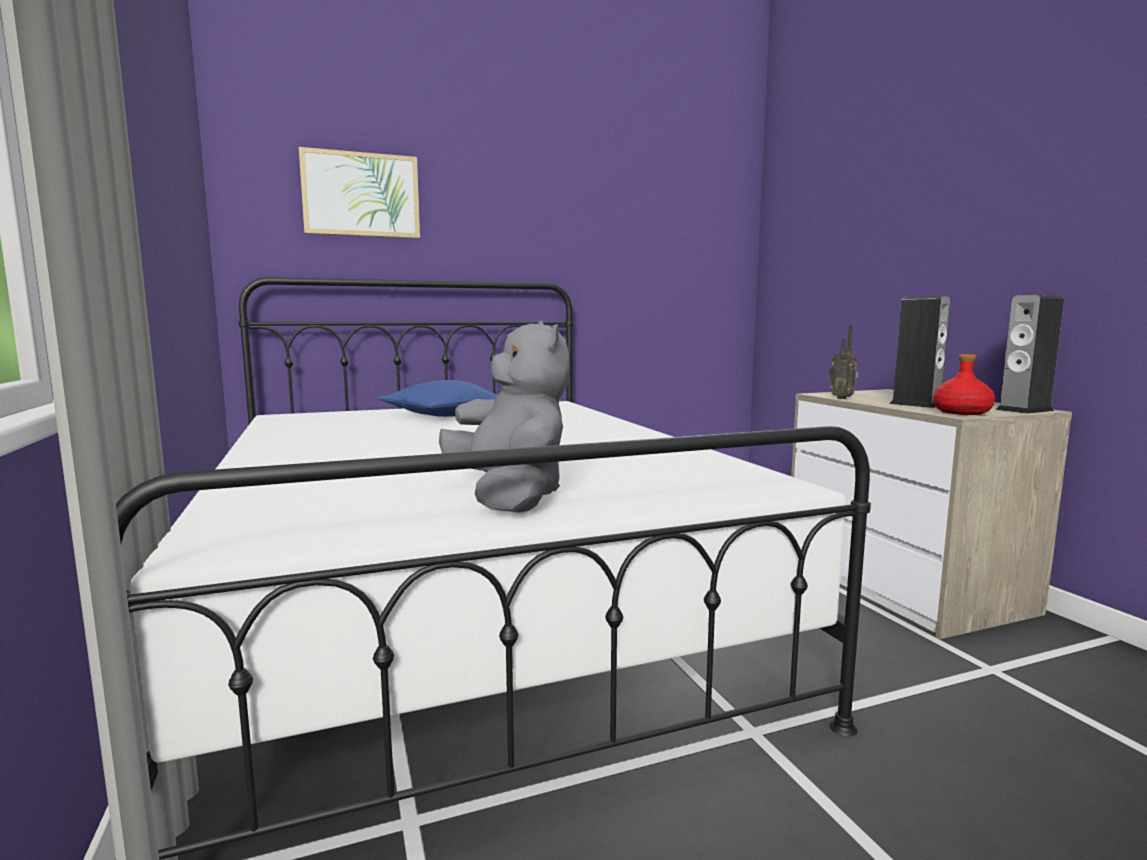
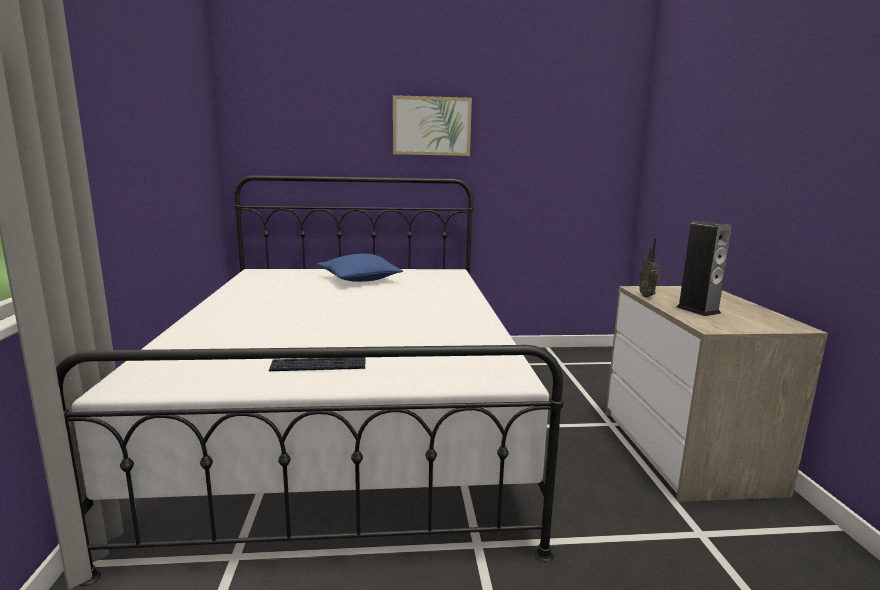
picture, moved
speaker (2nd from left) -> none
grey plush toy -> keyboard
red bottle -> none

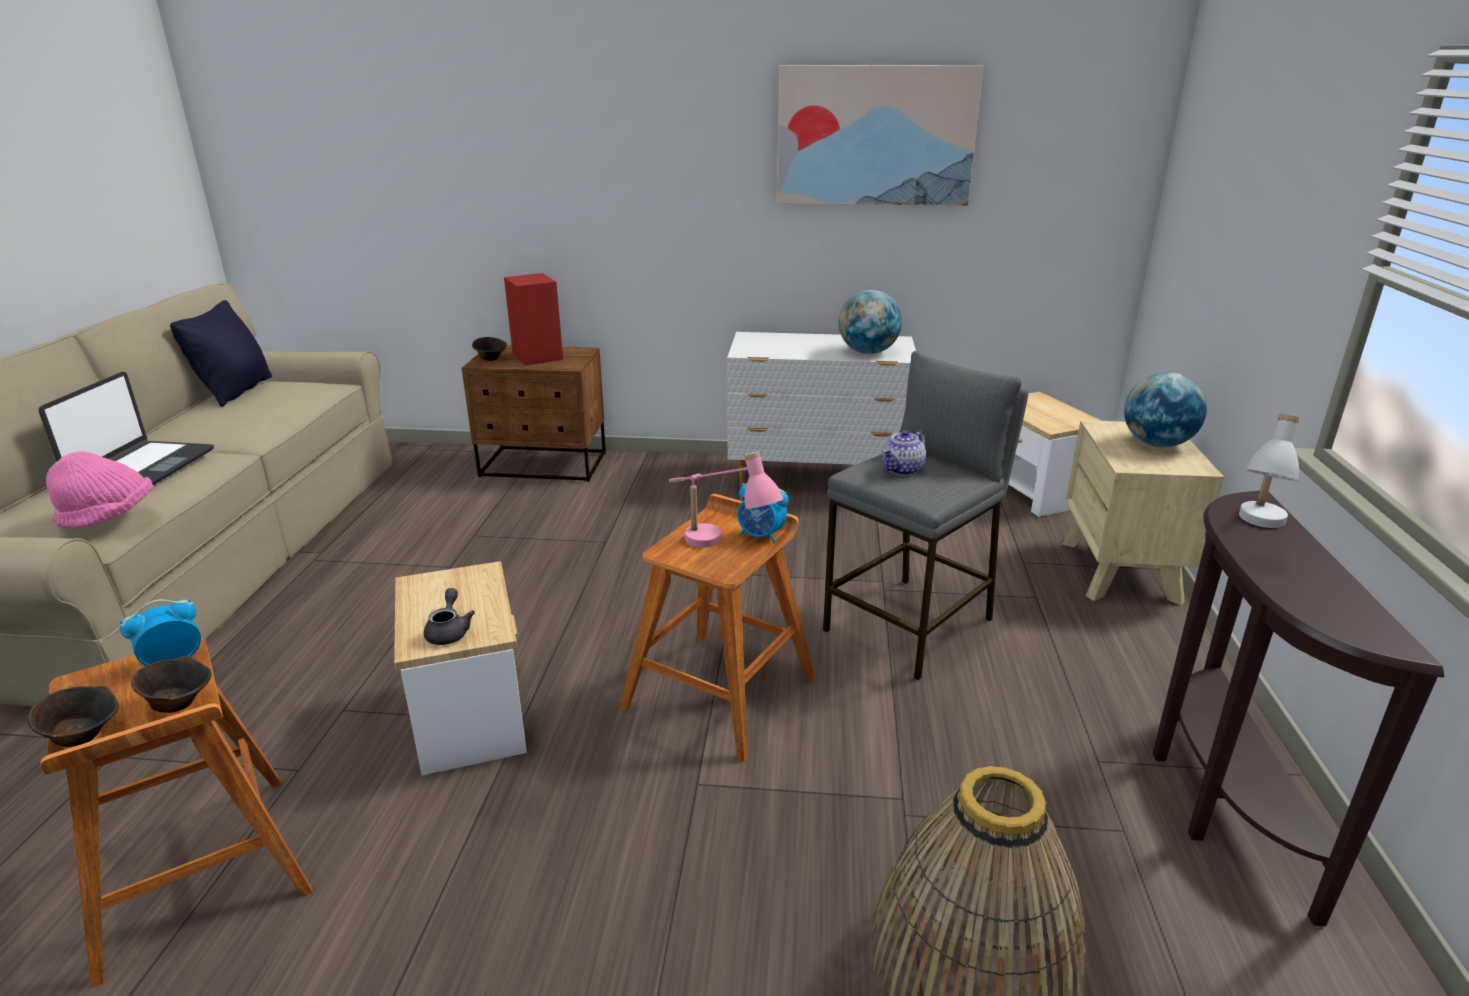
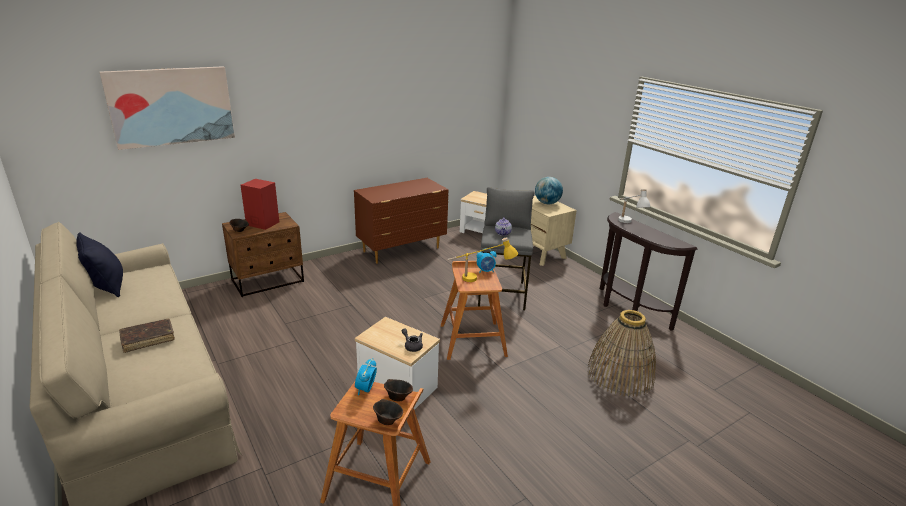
picture, moved
globe (1st from left) -> none
white dresser -> brown dresser
laptop -> brown book
pink hat -> none
pink table lamp -> yellow table lamp

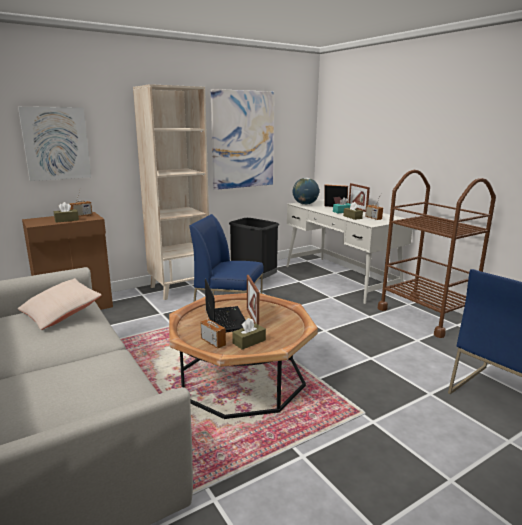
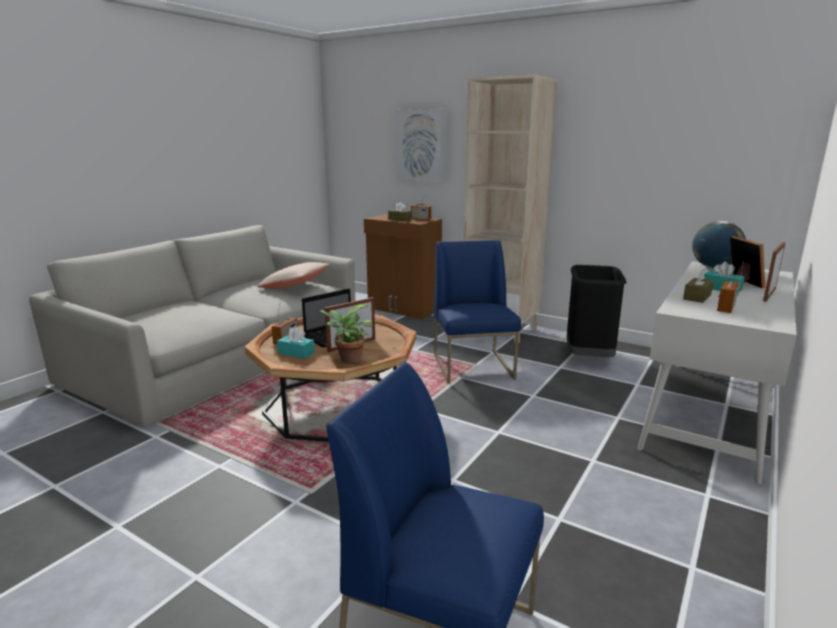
picture (2nd from left) -> none
brown cart -> none
brown tissue box (2nd from left) -> turquoise tissue box (1st from left)
none -> potted plant

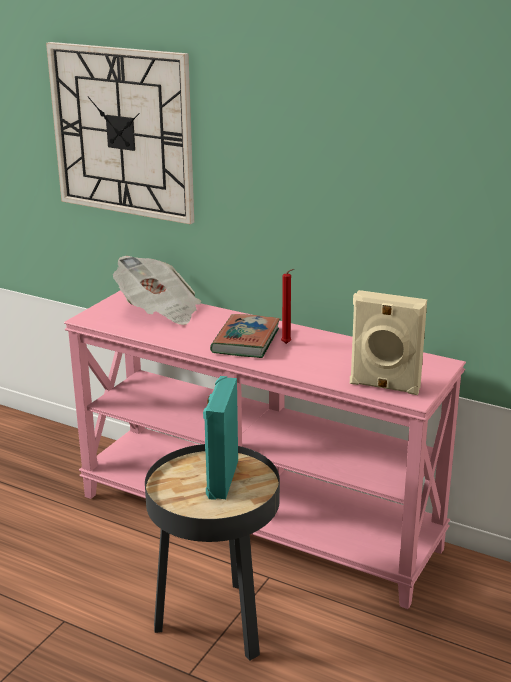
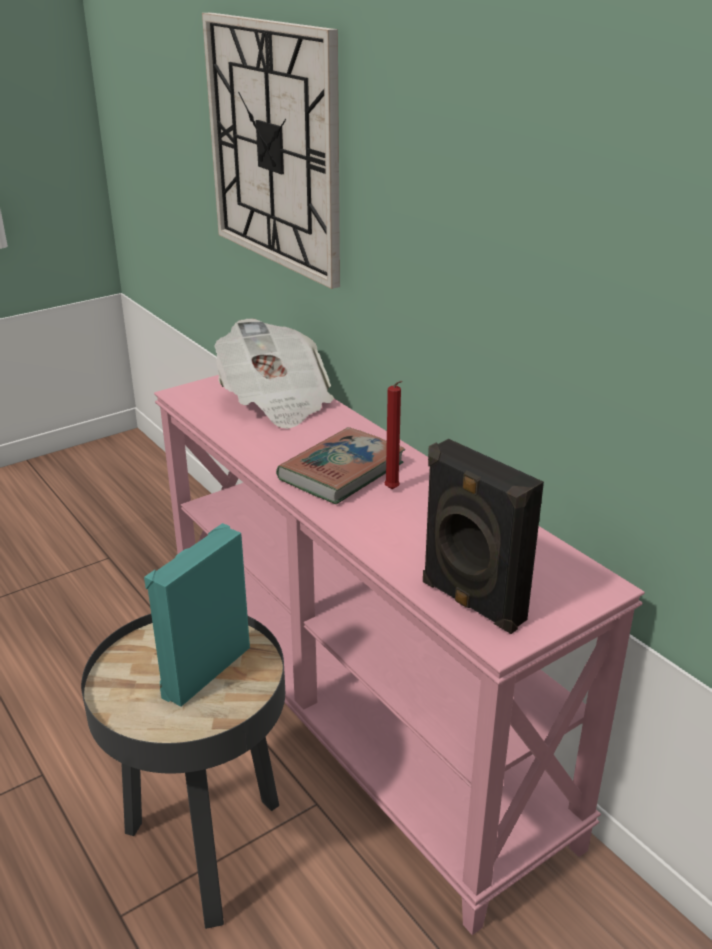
beige speaker -> black speaker

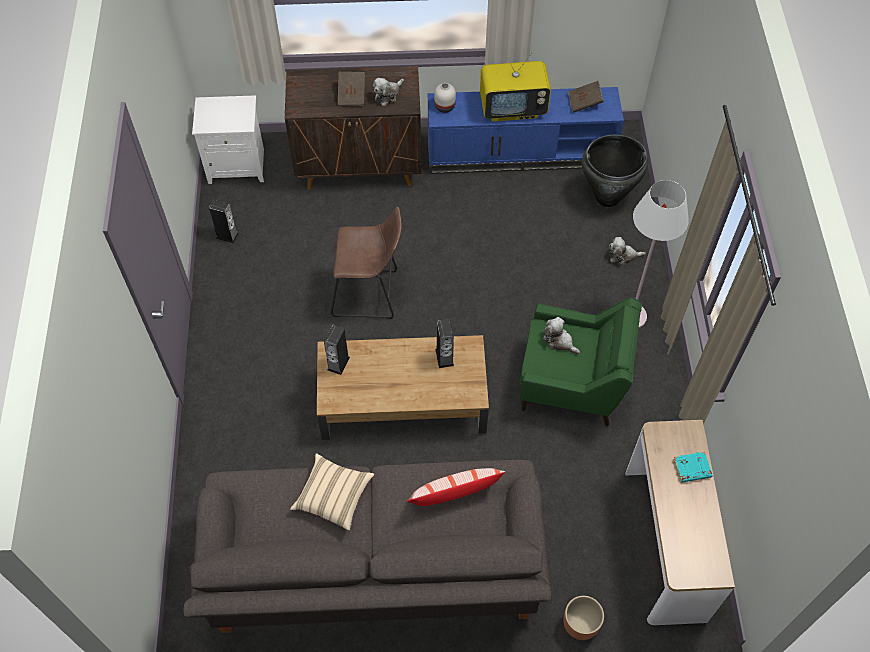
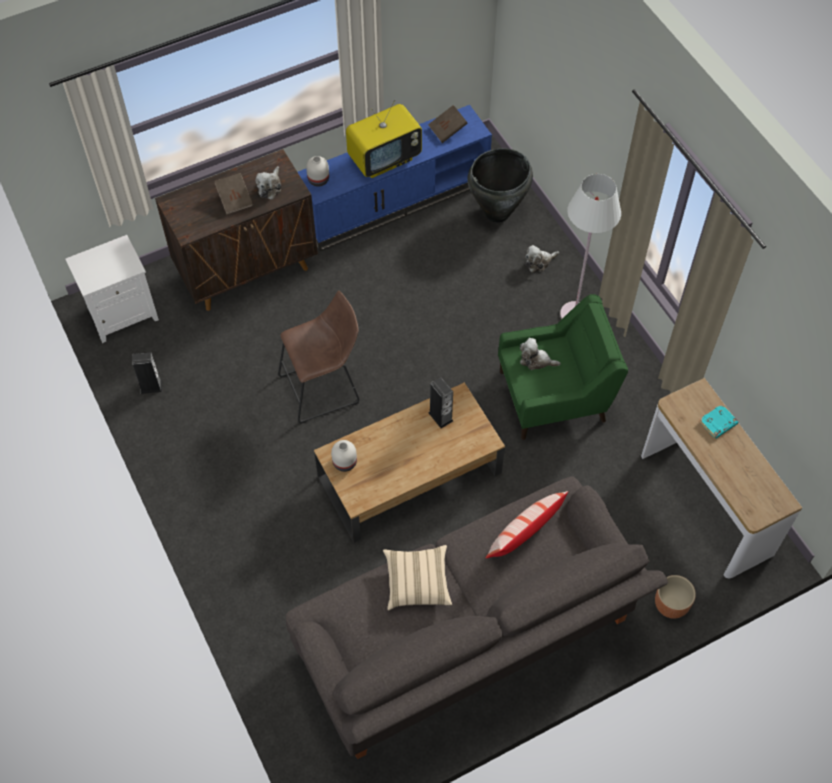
speaker (2nd from left) -> white vase (2nd from left)

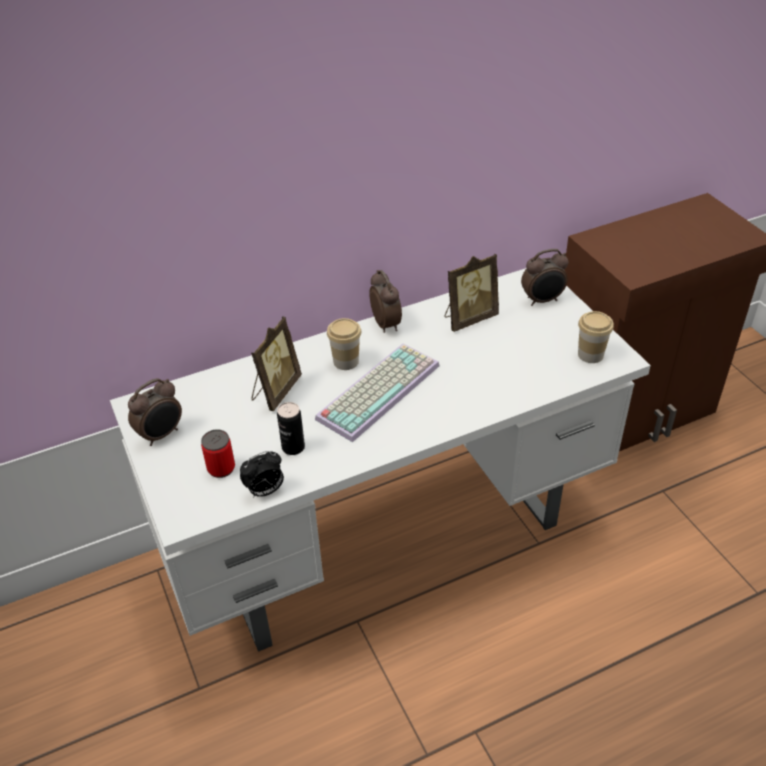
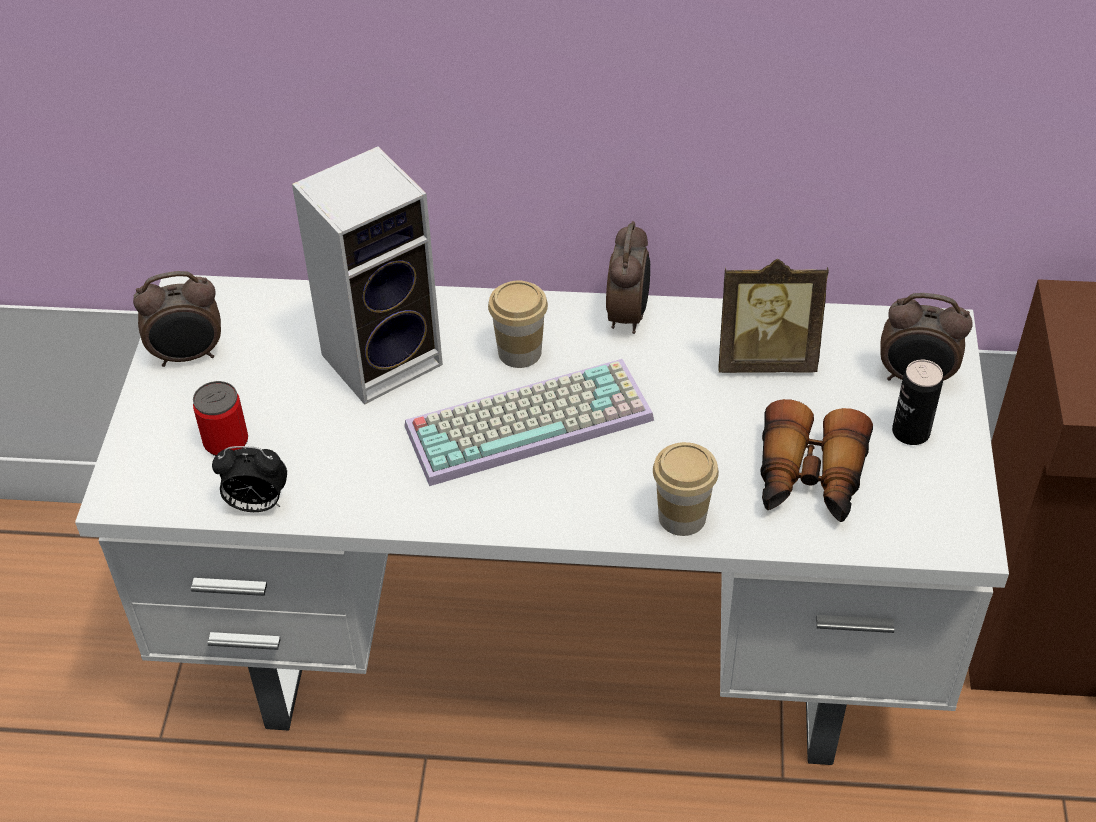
cup (2nd from left), moved
picture frame (1st from left) -> speaker
can (2nd from left), moved
none -> binoculars

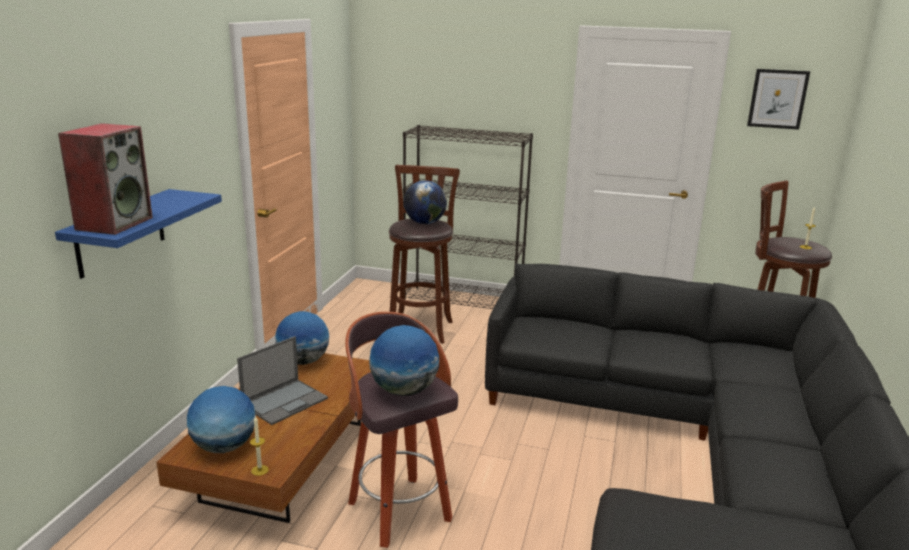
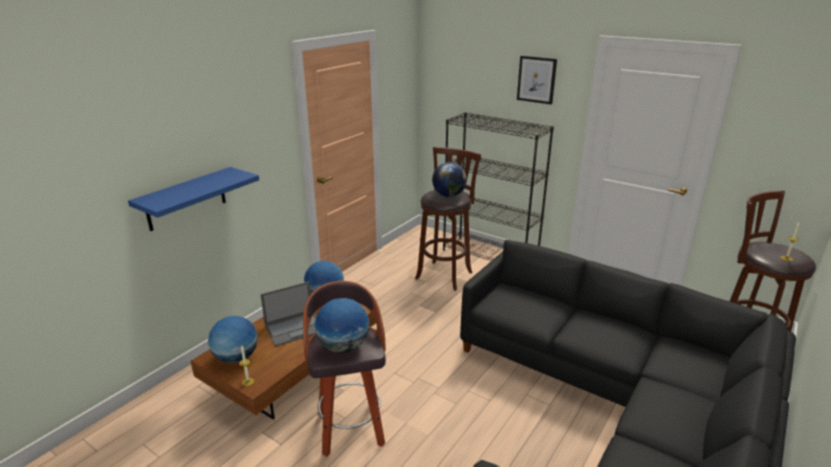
picture, moved
speaker -> none

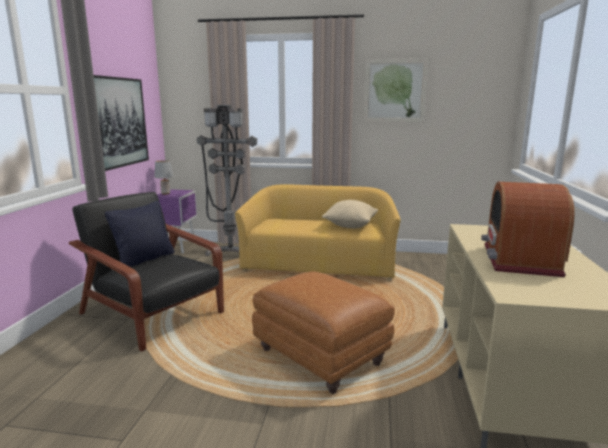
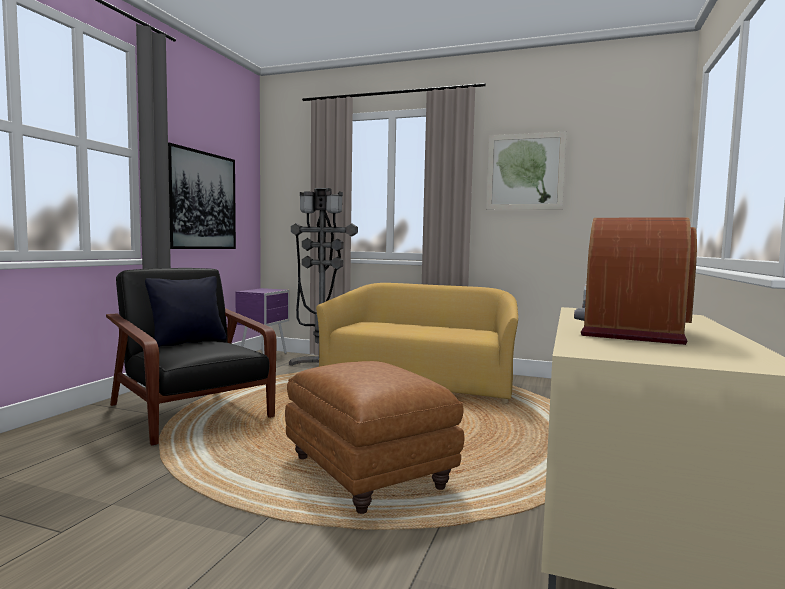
grey table lamp -> none
beige pillow -> none

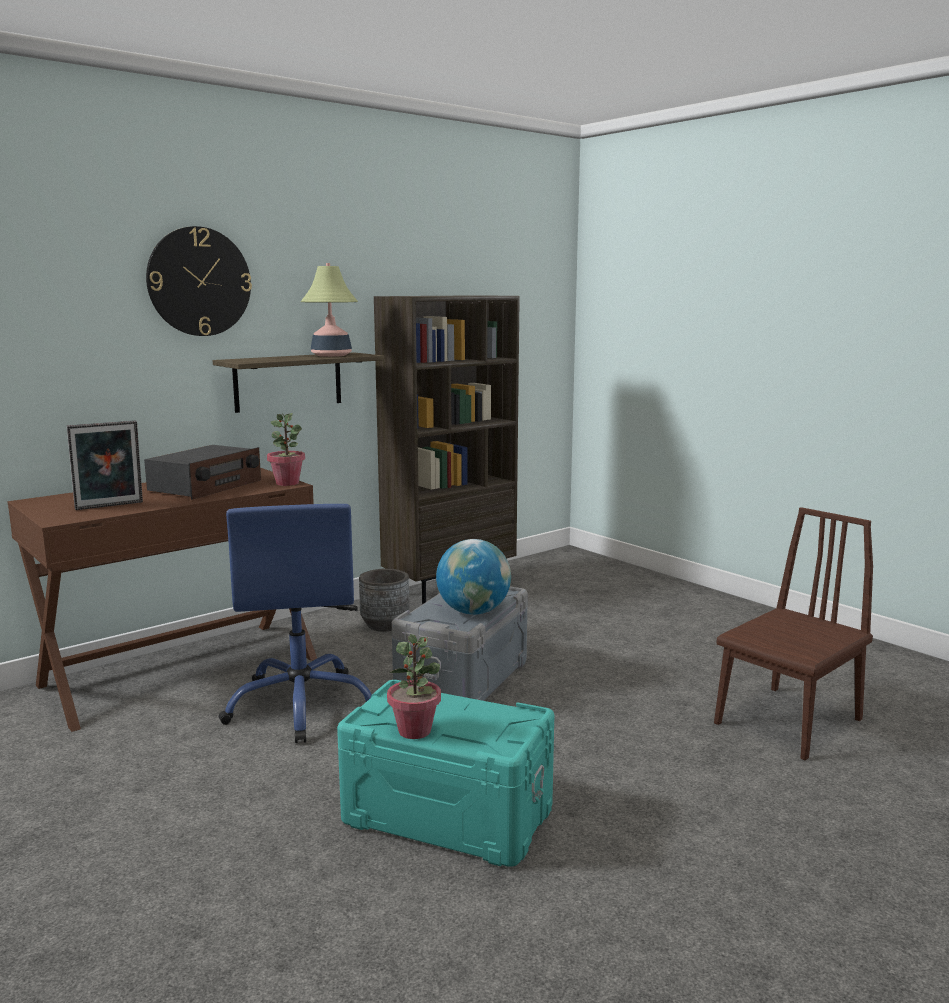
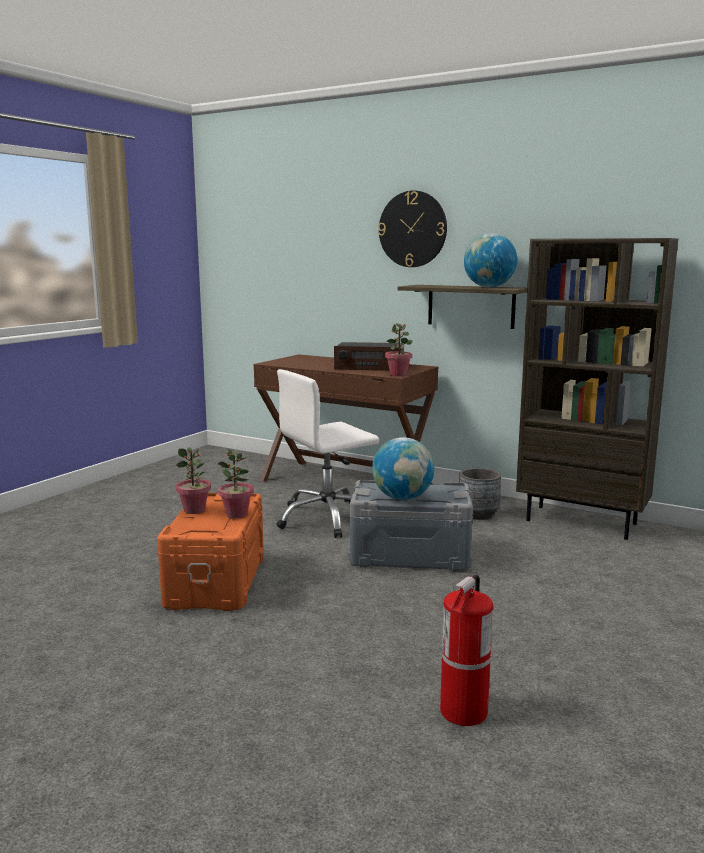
table lamp -> globe (2nd from left)
picture frame -> none
blue office chair -> white office chair
brown chair -> fire extinguisher
turquoise storage box -> orange storage box
none -> potted plant (2nd from left)

